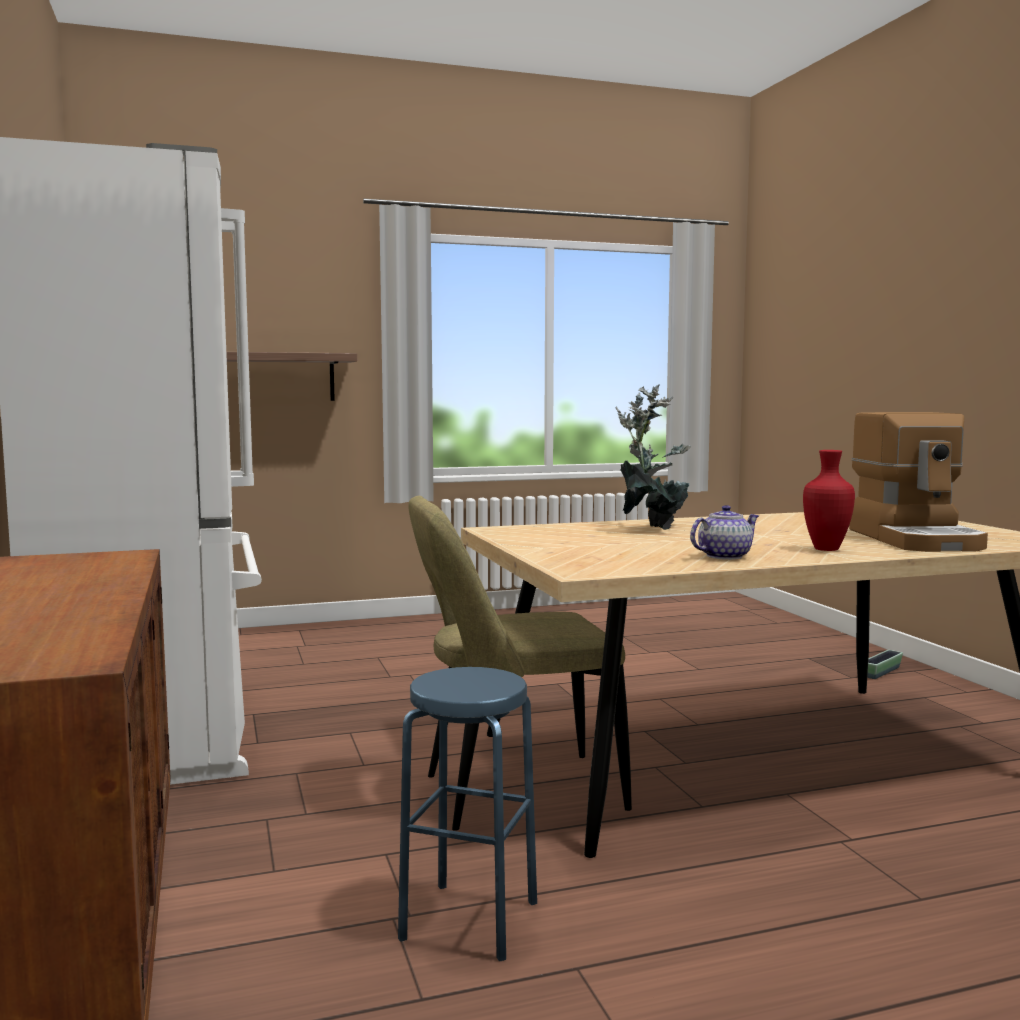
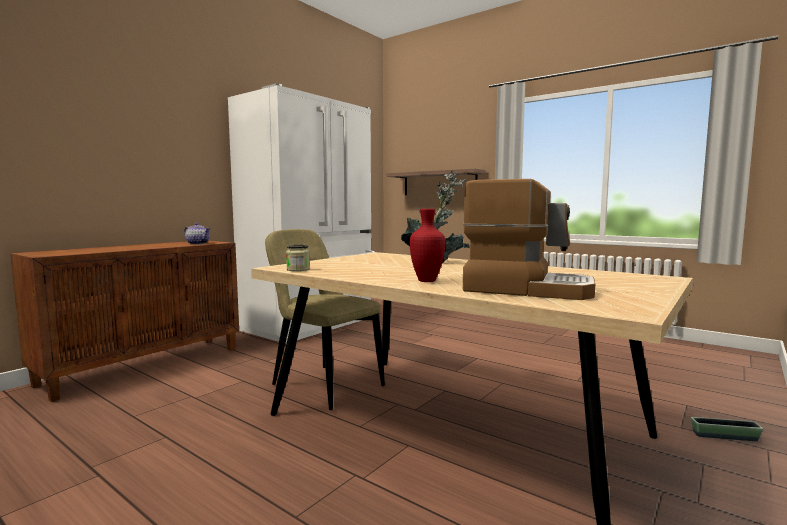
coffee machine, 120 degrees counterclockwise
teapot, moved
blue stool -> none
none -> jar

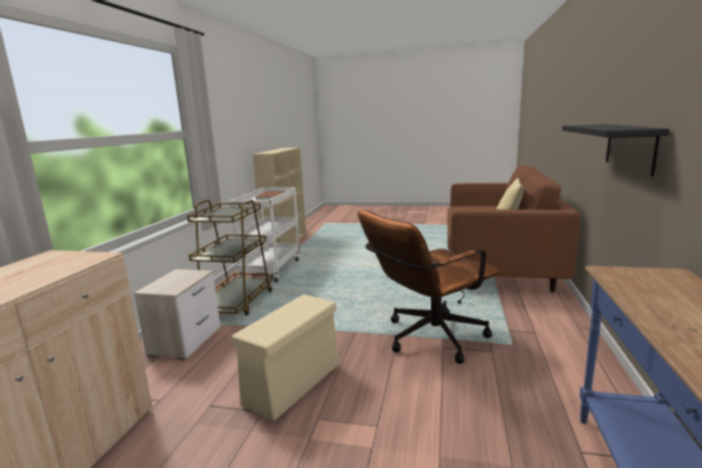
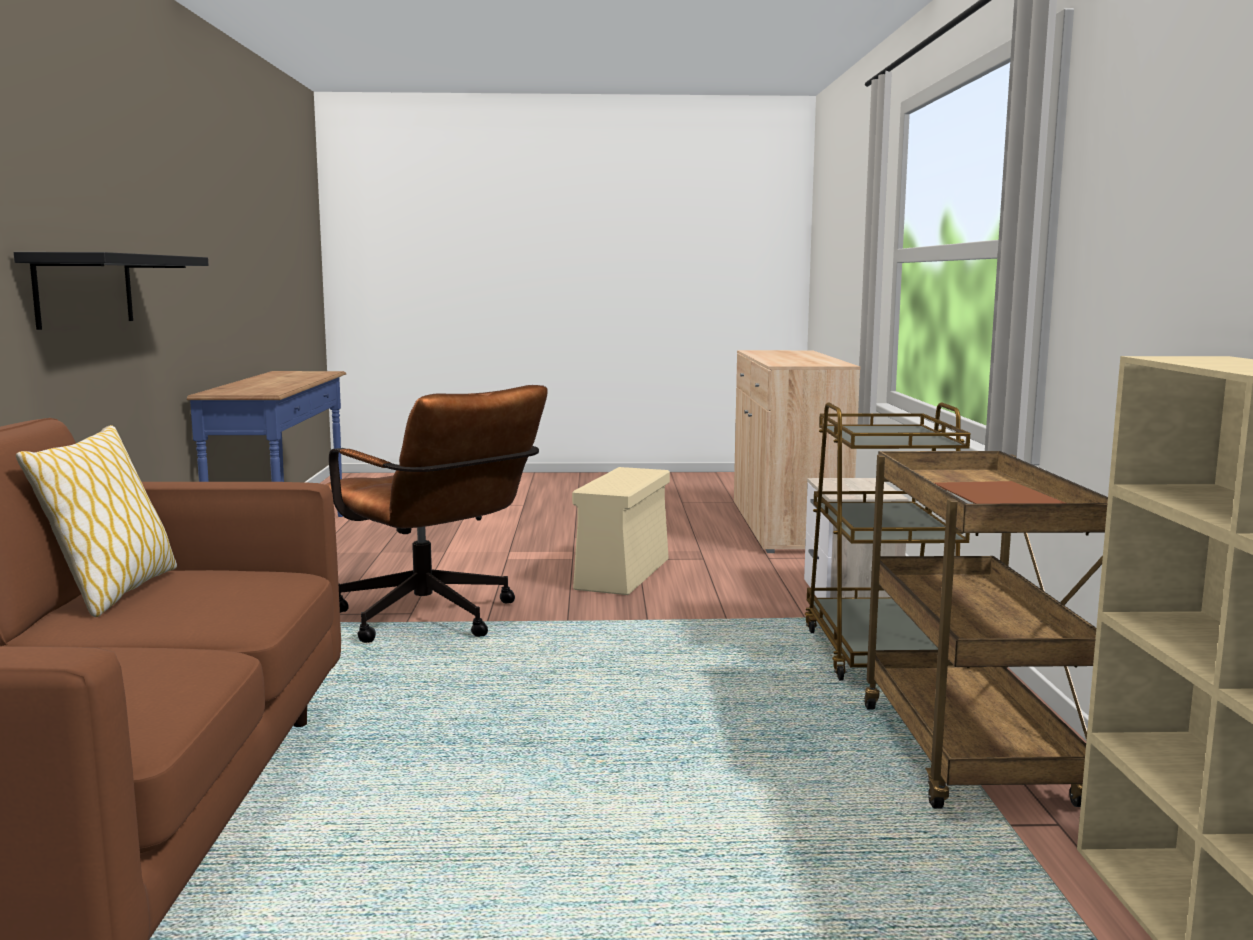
white cart -> brown cart (2nd from left)
brown office chair, 90 degrees clockwise

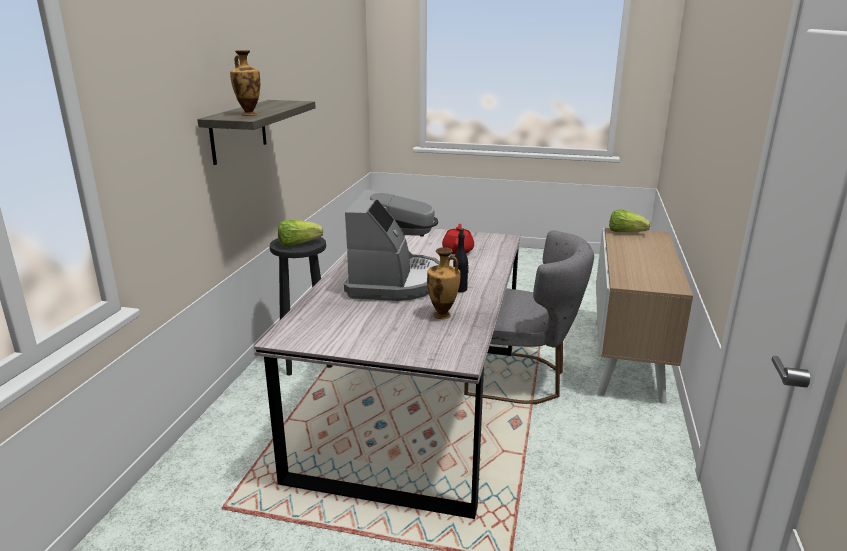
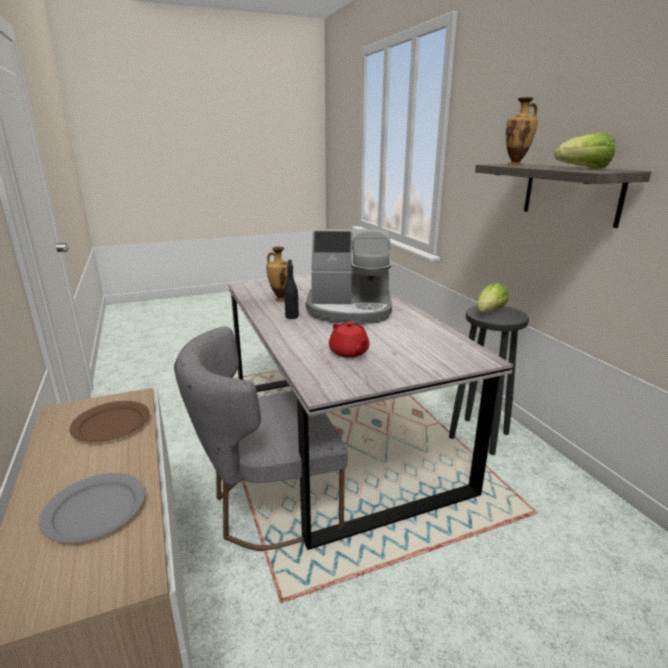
coffee machine, 60 degrees counterclockwise
lettuce (2nd from left), moved
none -> brown plate
none -> grey plate

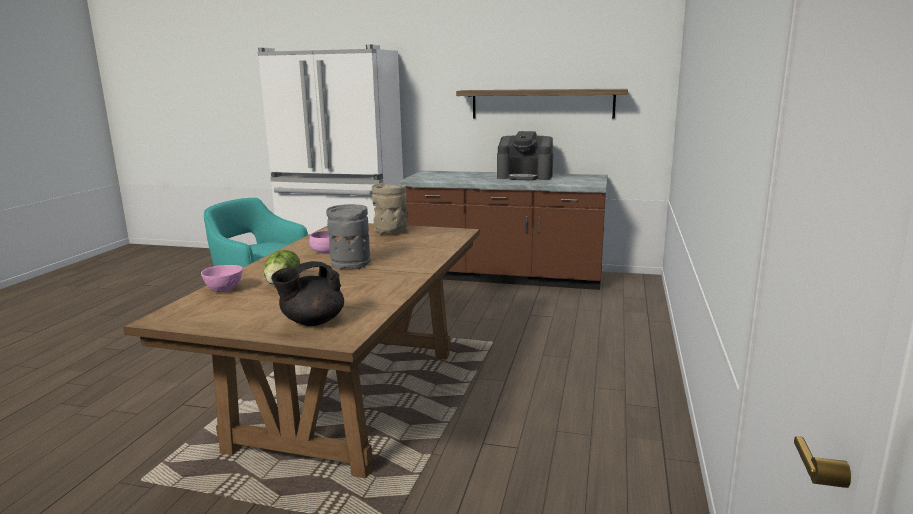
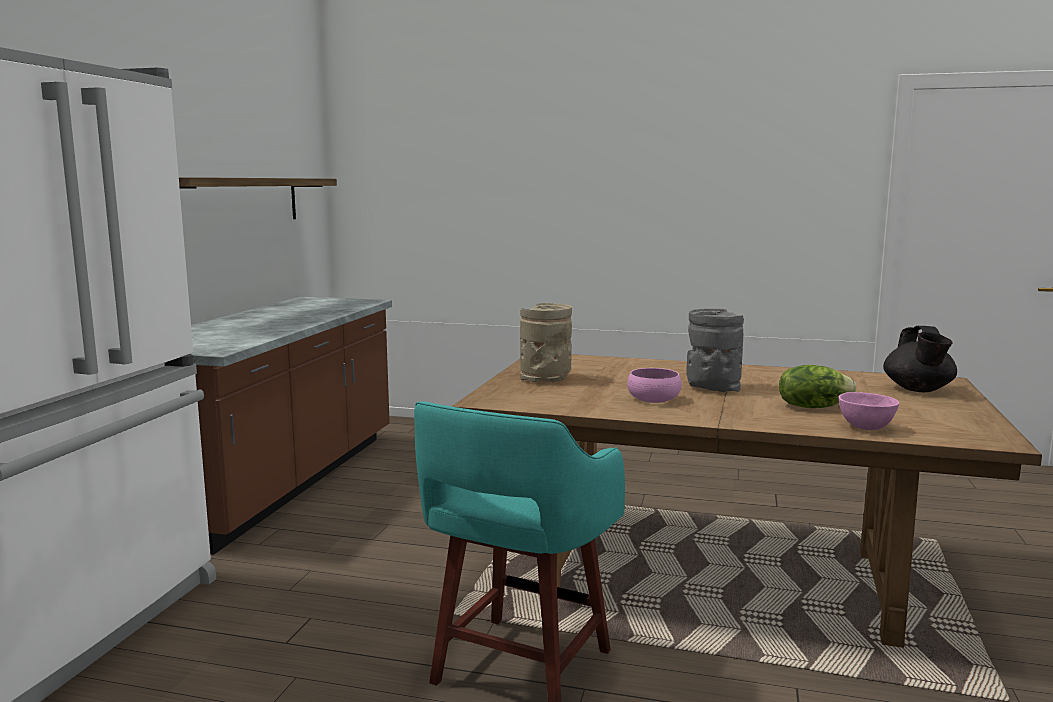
coffee machine -> none
black teapot, 45 degrees clockwise

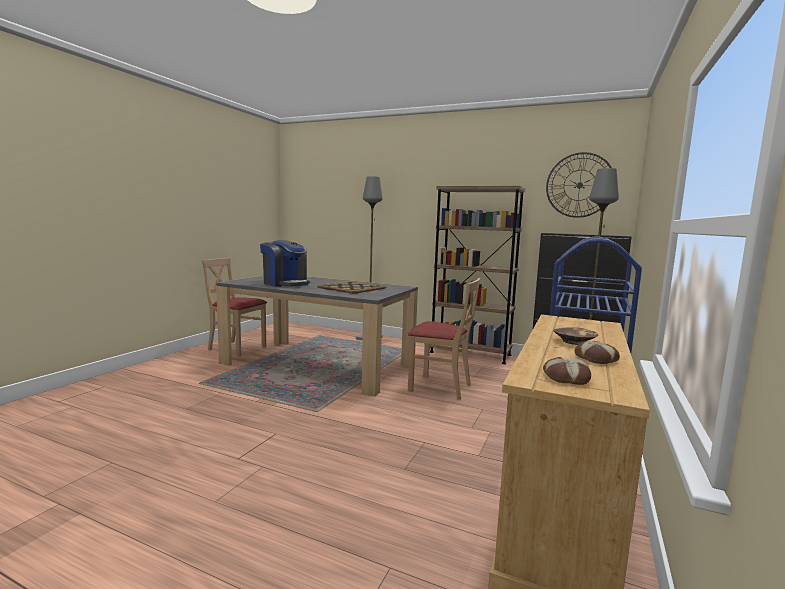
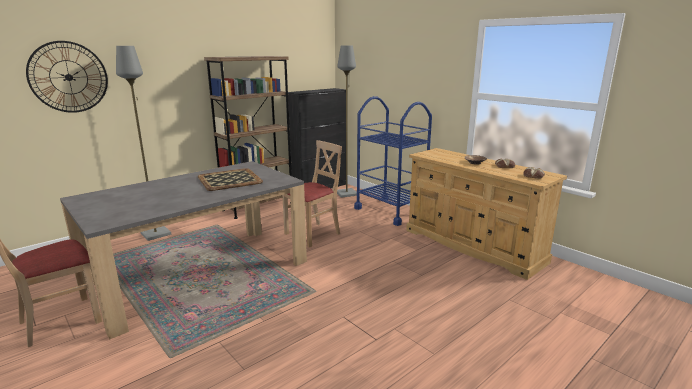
wall clock, moved
coffee machine -> none

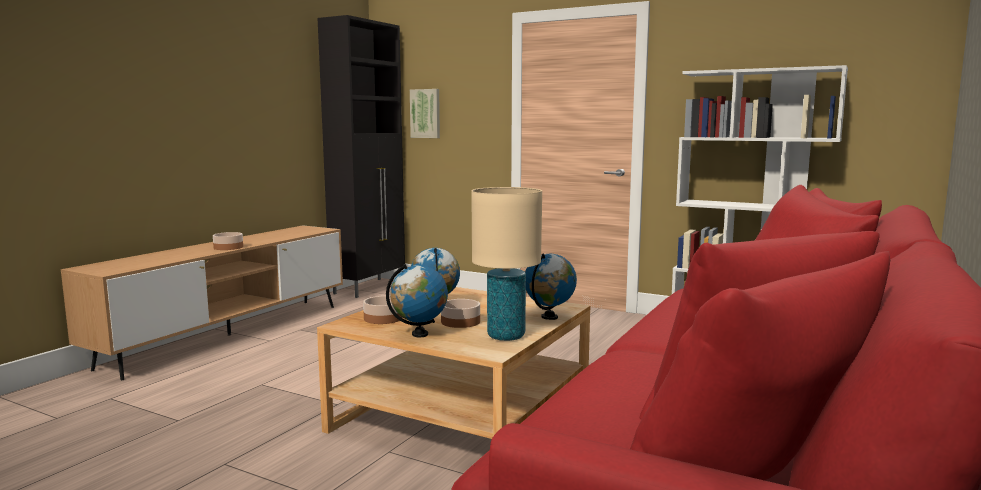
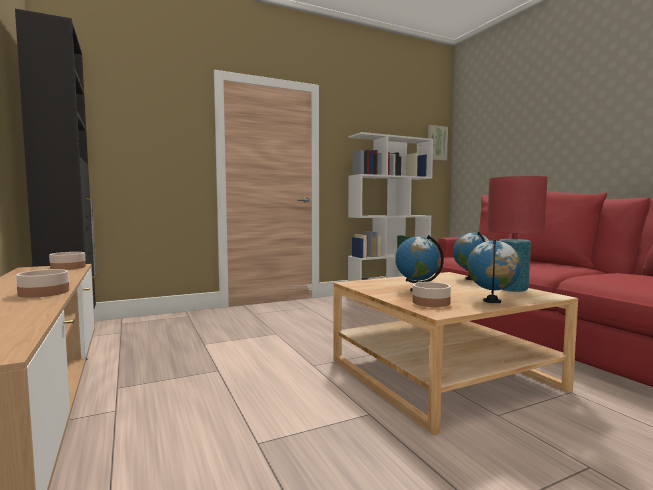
picture, moved
beige table lamp -> red table lamp
bowl (3rd from left in the first image) -> bowl (2nd from left), moved

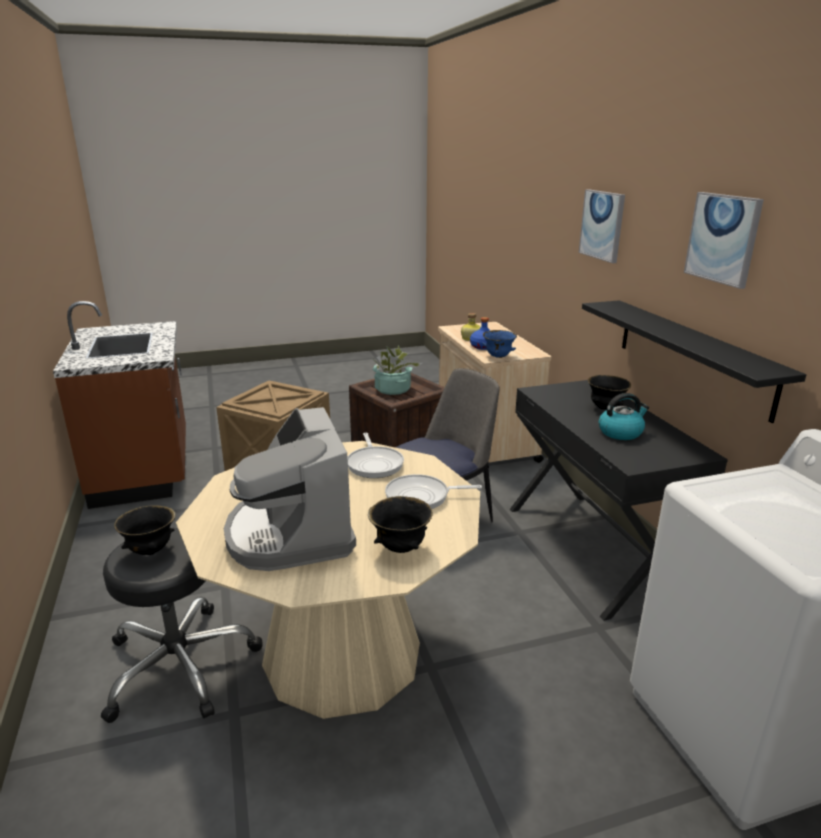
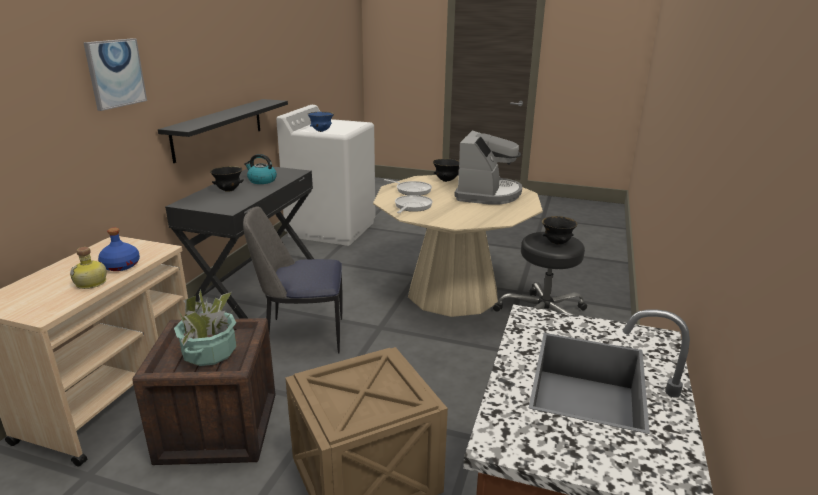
picture (2nd from left) -> none
blue bowl, moved

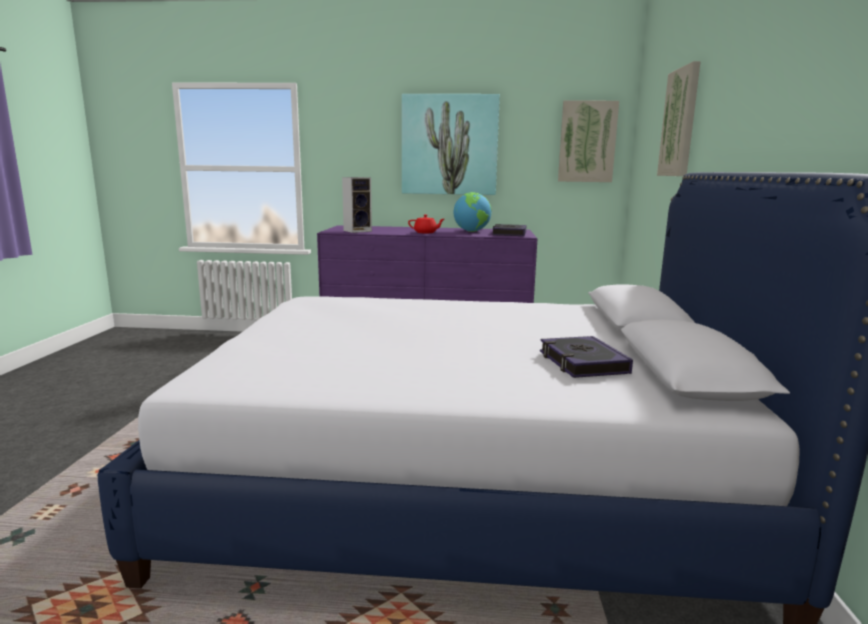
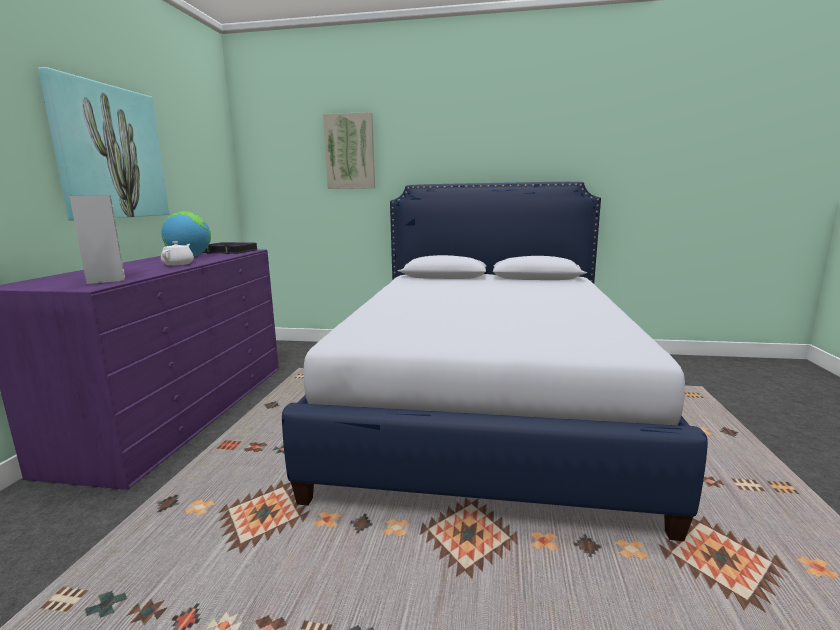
picture (2nd from left) -> none
red teapot -> white teapot
book (2nd from left) -> none

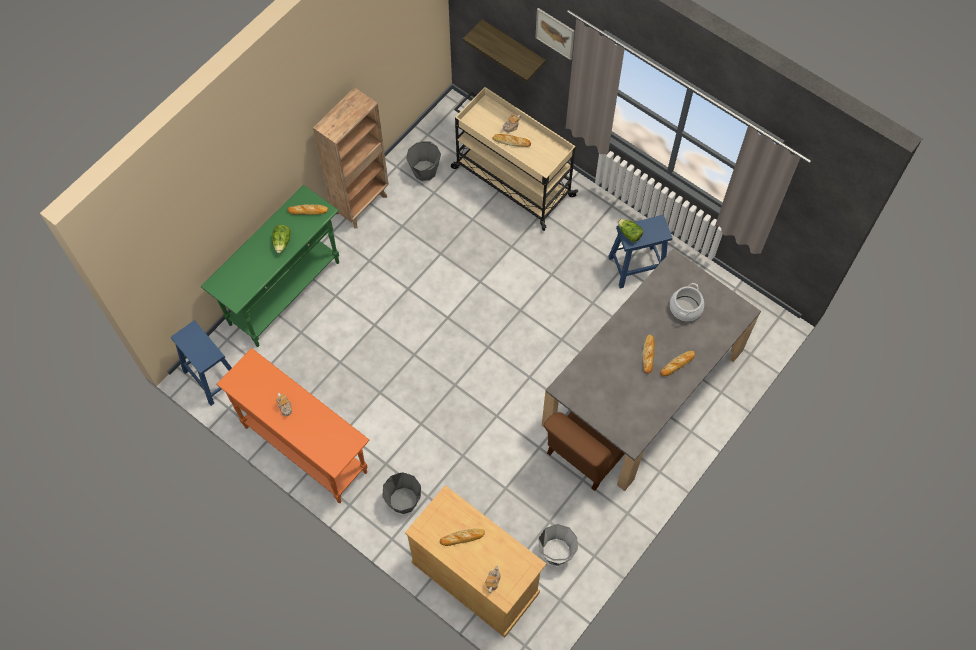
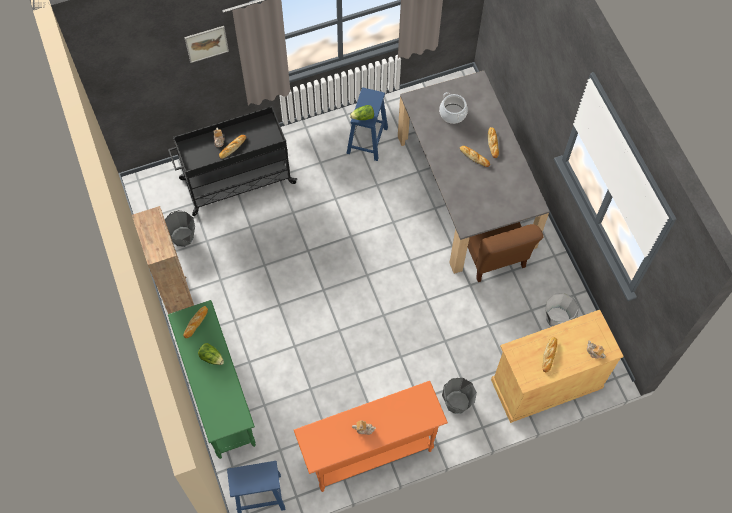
shelf -> none
beige cart -> black cart

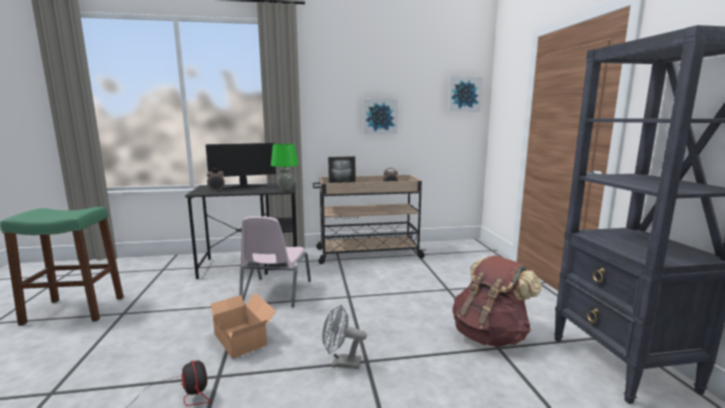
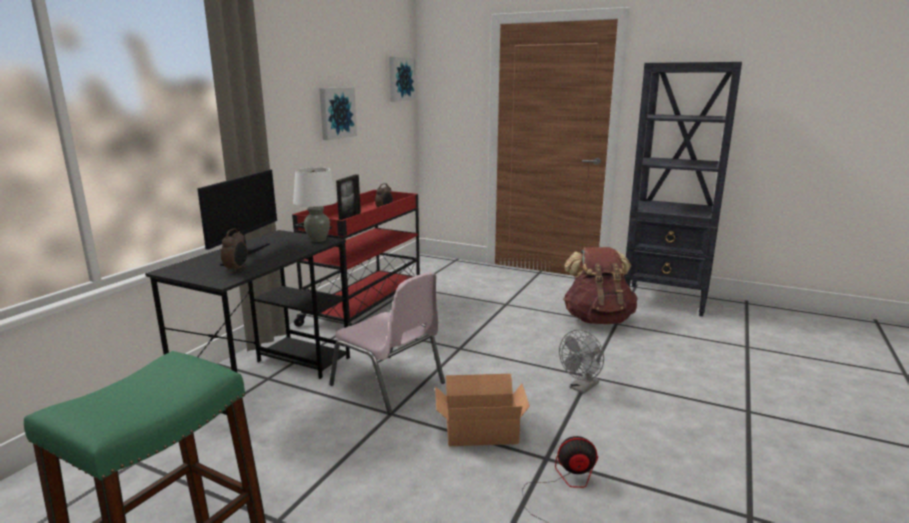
green table lamp -> white table lamp
beige cart -> red cart

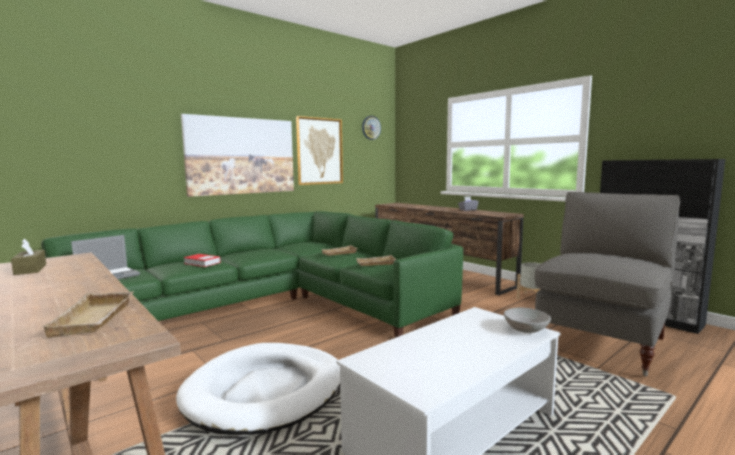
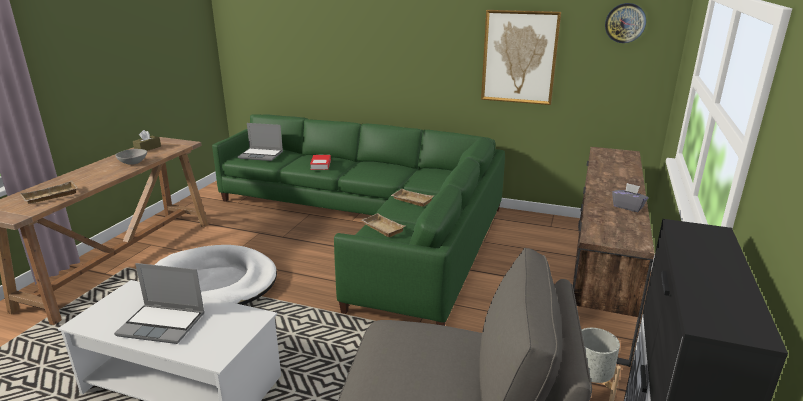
picture (1st from left) -> none
grey bowl, moved
none -> laptop (1st from left)

